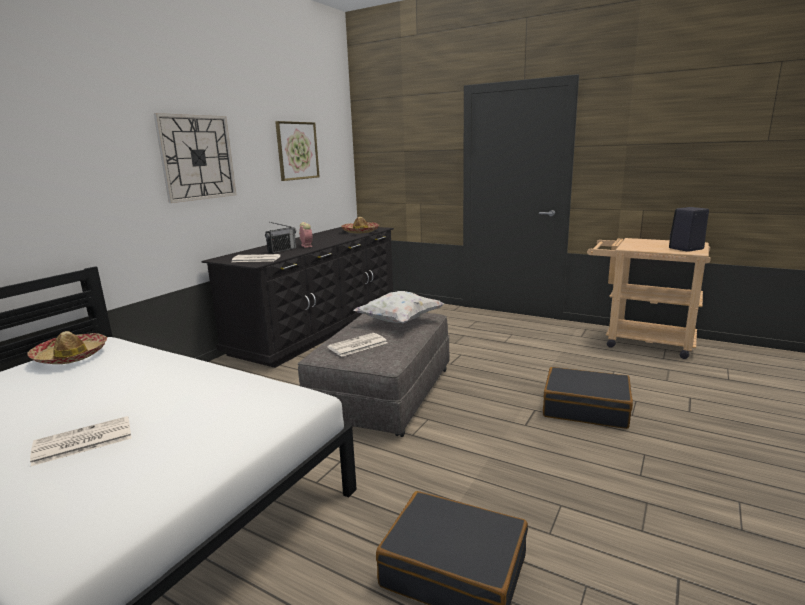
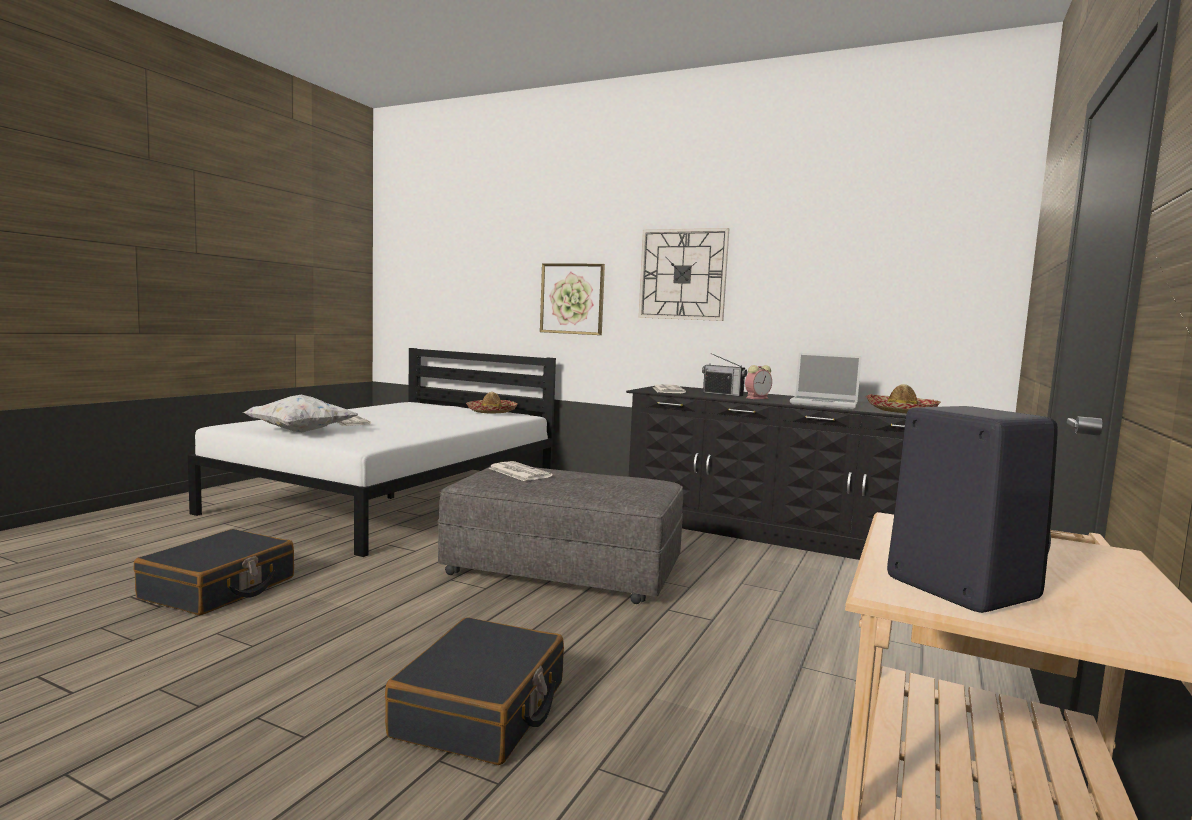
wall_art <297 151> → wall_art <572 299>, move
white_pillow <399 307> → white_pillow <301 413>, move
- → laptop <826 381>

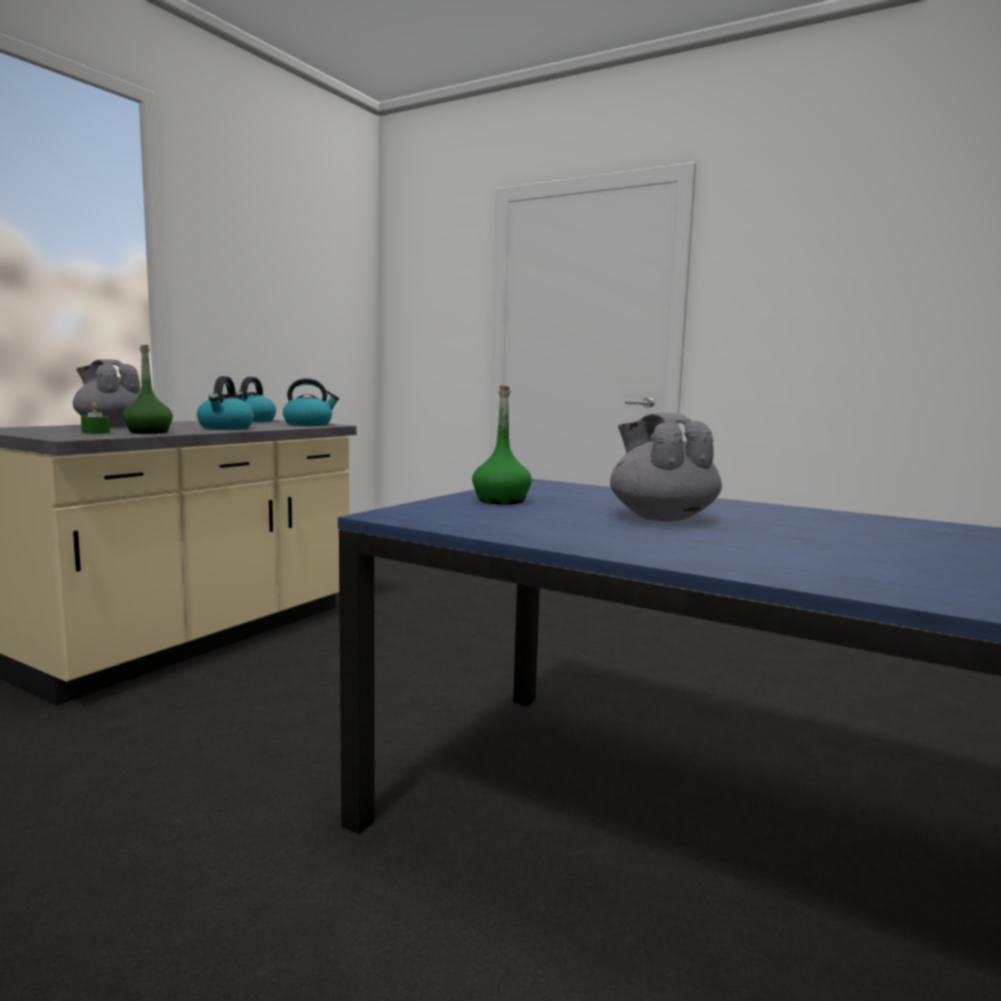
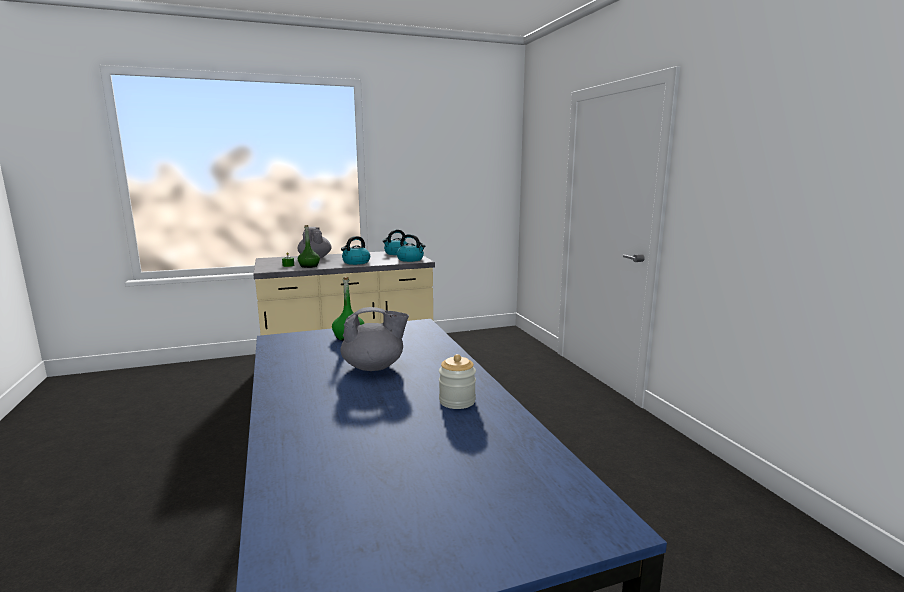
gray_pot_for_tea <666 467> → gray_pot_for_tea <375 339>, 60 degrees clockwise
- → storage_jar <457 381>

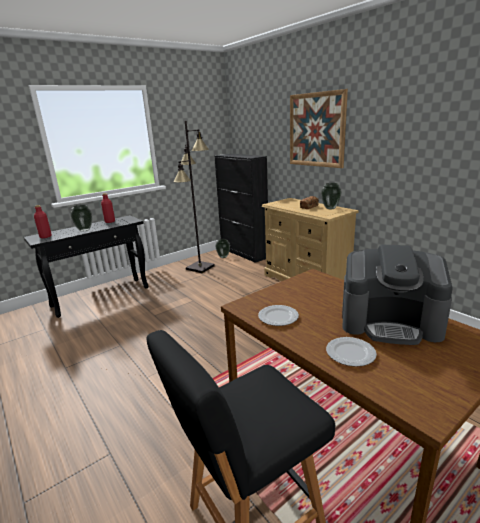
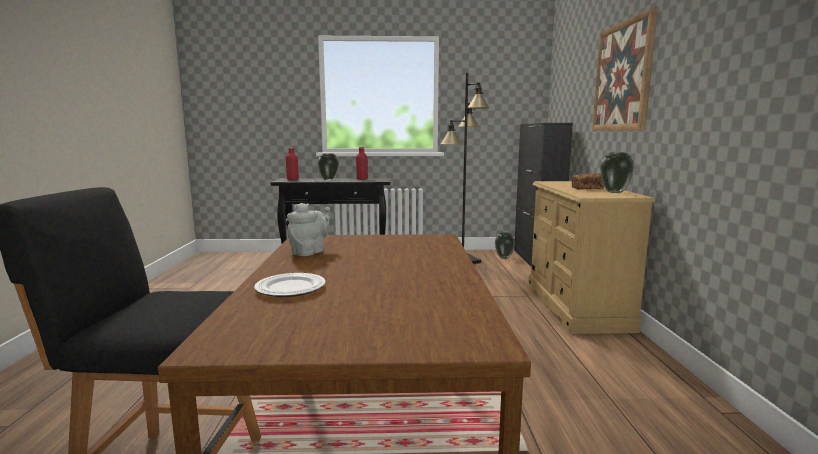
coffee_brewer <397 295> → -
flat_dish <278 315> → gray_pot_for_tea <308 229>

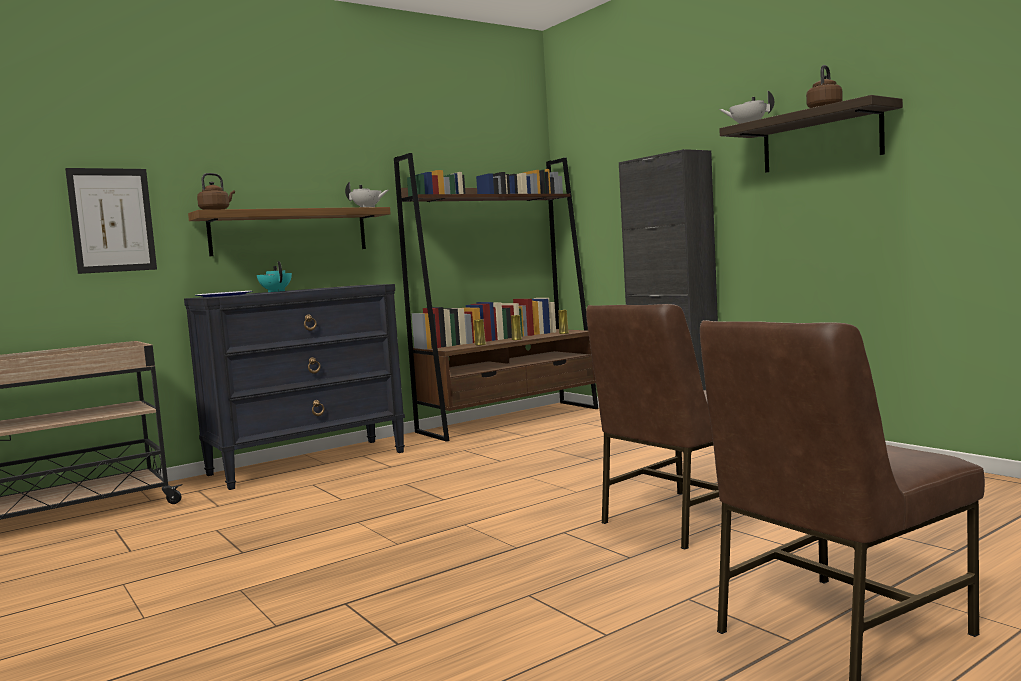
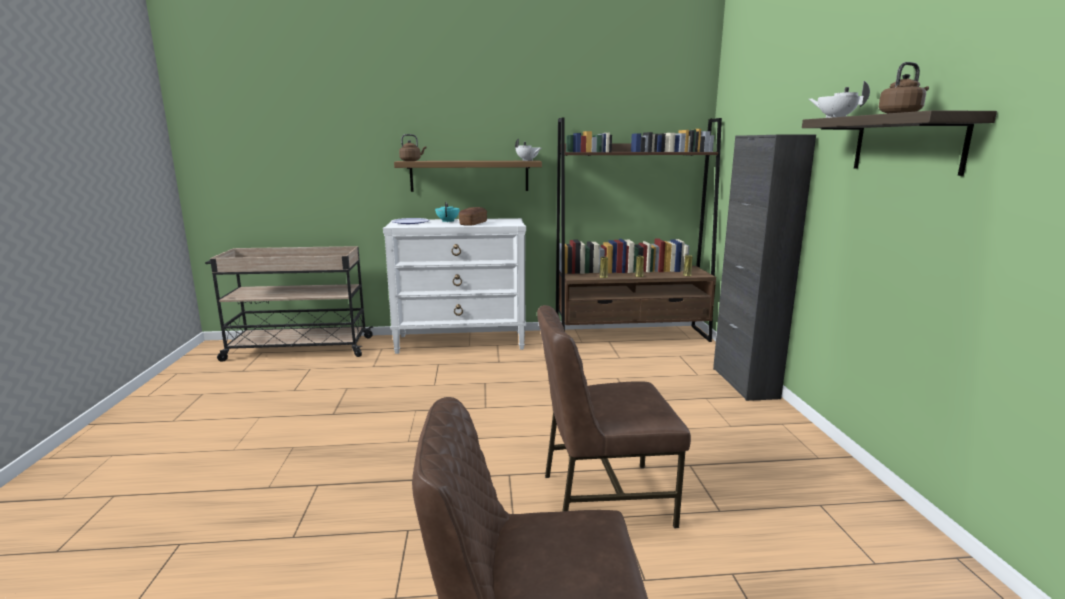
wall_art <111 221> → -
blackish_chest_of_drawers <294 387> → white_chest_of_drawers <454 286>
- → bread <473 216>

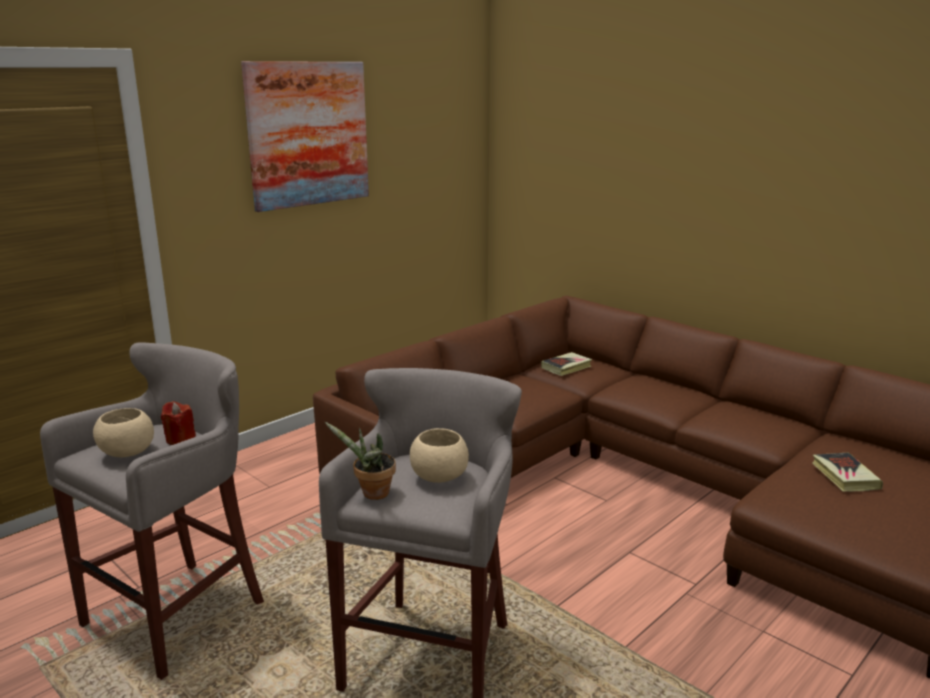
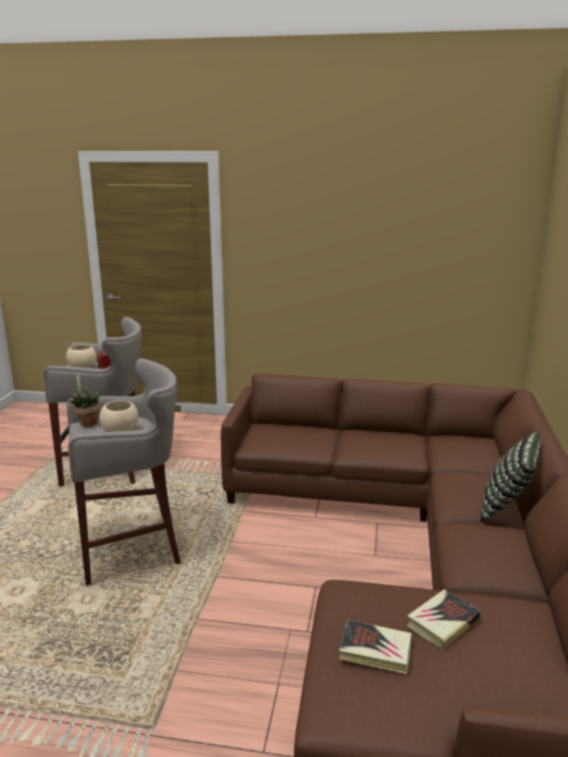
wall_art <305 136> → -
bound_book <566 364> → bound_book <375 646>, move
- → pillow <510 477>

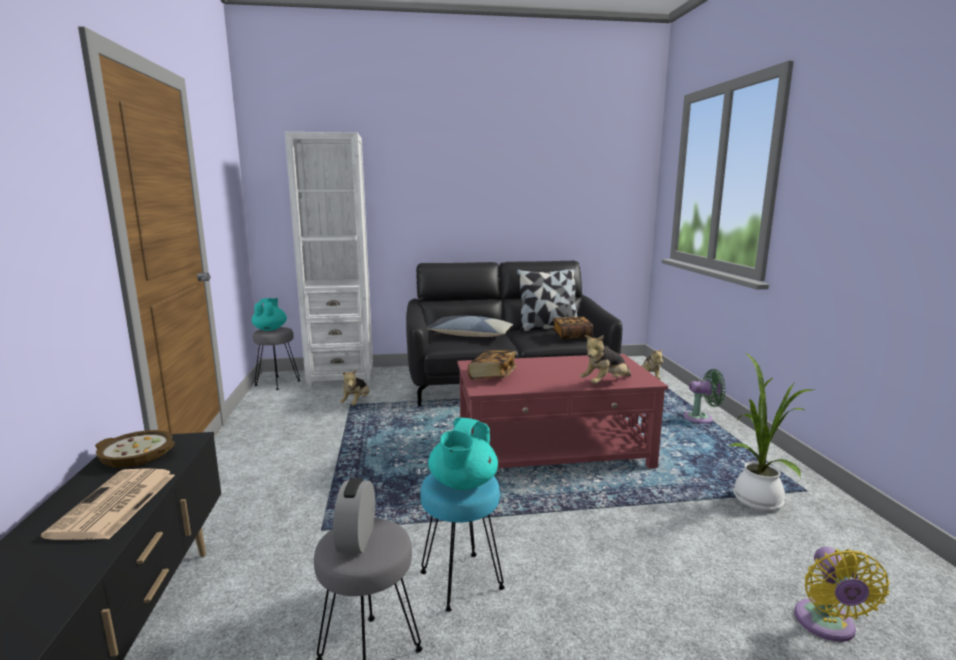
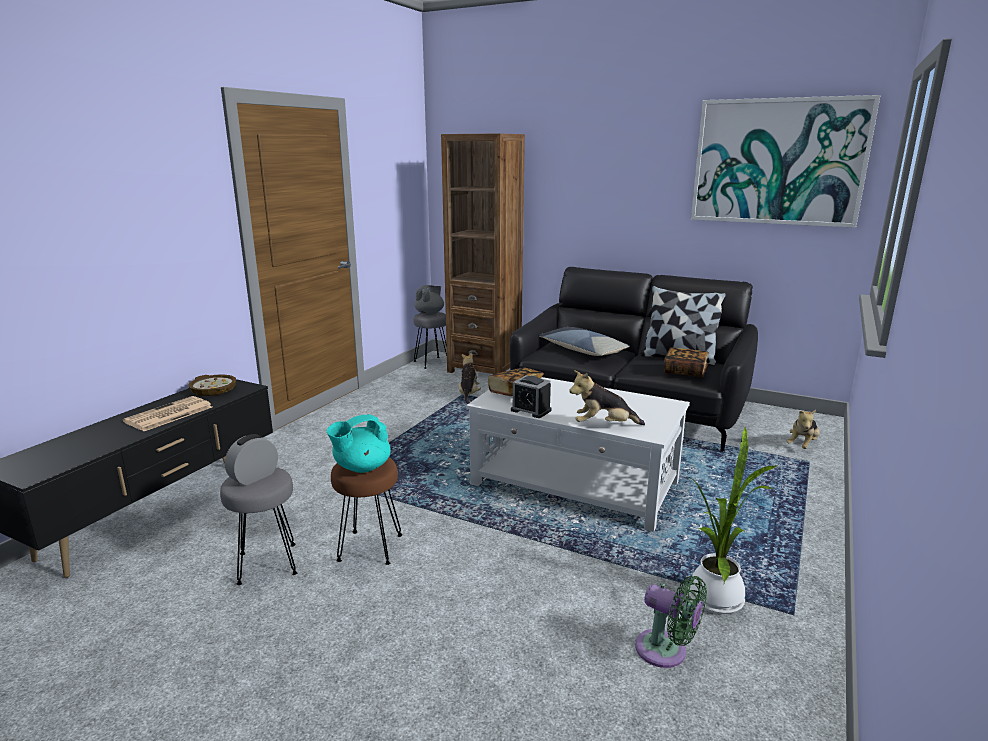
white_bookcase <329 260> → brown-coloured_bookcase <483 254>
blue-green_pot_for_tea <269 314> → gray_pot_for_tea <429 300>
red-coloured_coffee_table <562 411> → white_coffee_table <578 454>
cuddly_toy <354 387> → cuddly_toy <469 378>, 135 degrees clockwise
green_cooling_fan <704 396> → green_cooling_fan <671 622>, move
blue-green_stool <462 542> → brown-coloured_stool <366 511>
yellow-coloured_cooling_fan <841 594> → -
- → wall_art <785 161>
- → bedside_clock <531 396>

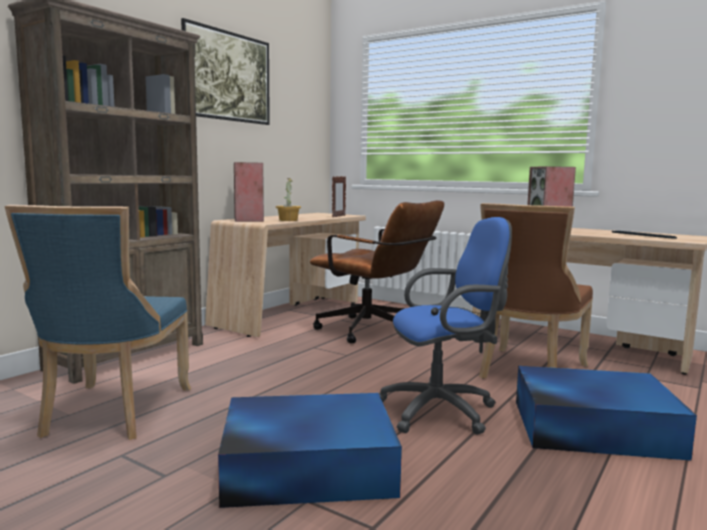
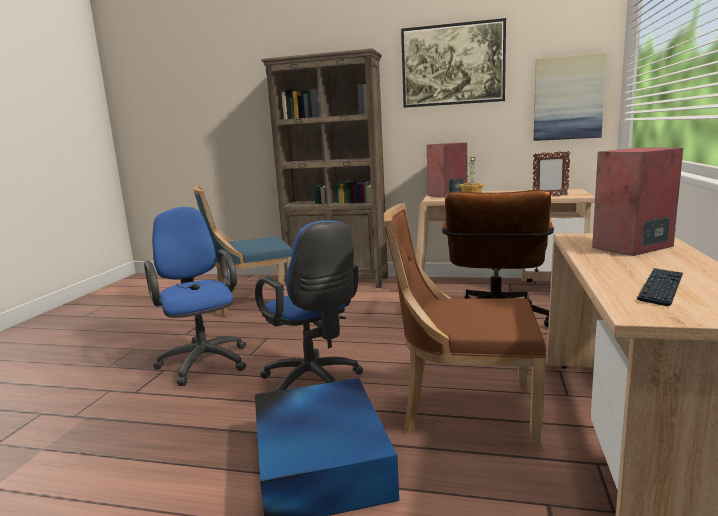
blue_storage_box <310 450> → blue_computer_chair <195 296>
- → wall_art <570 97>

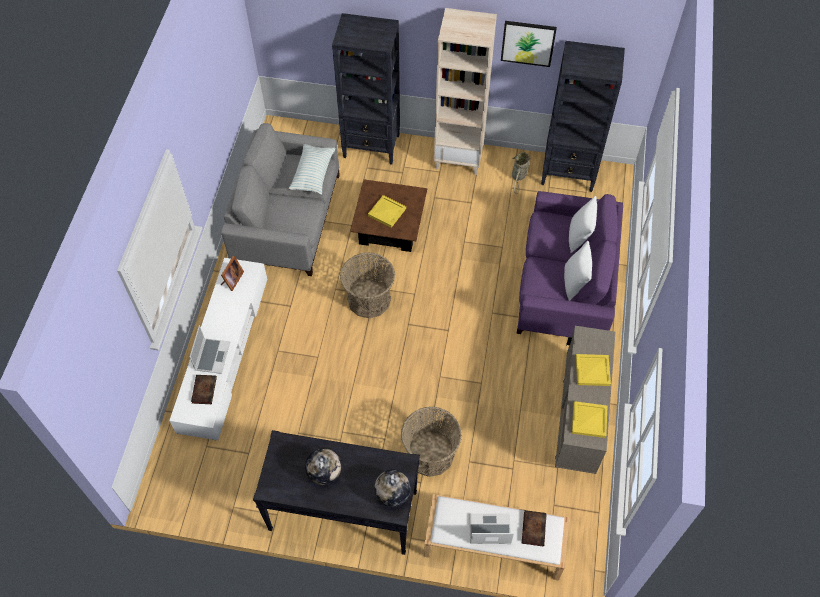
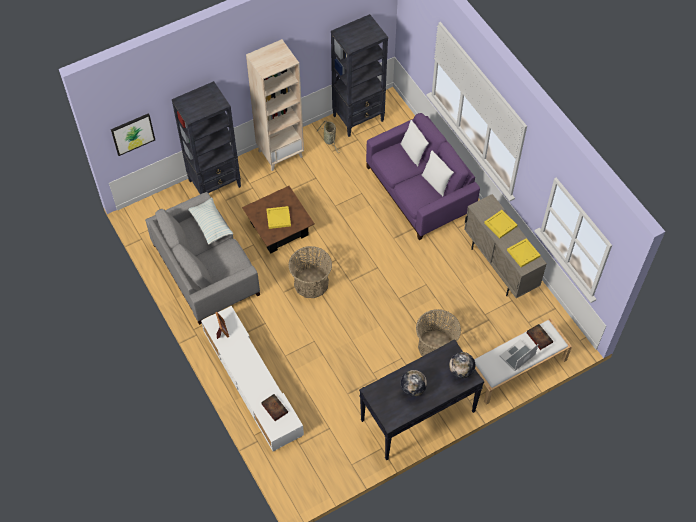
wall_art <529 44> → wall_art <133 134>, move
laptop <210 349> → -

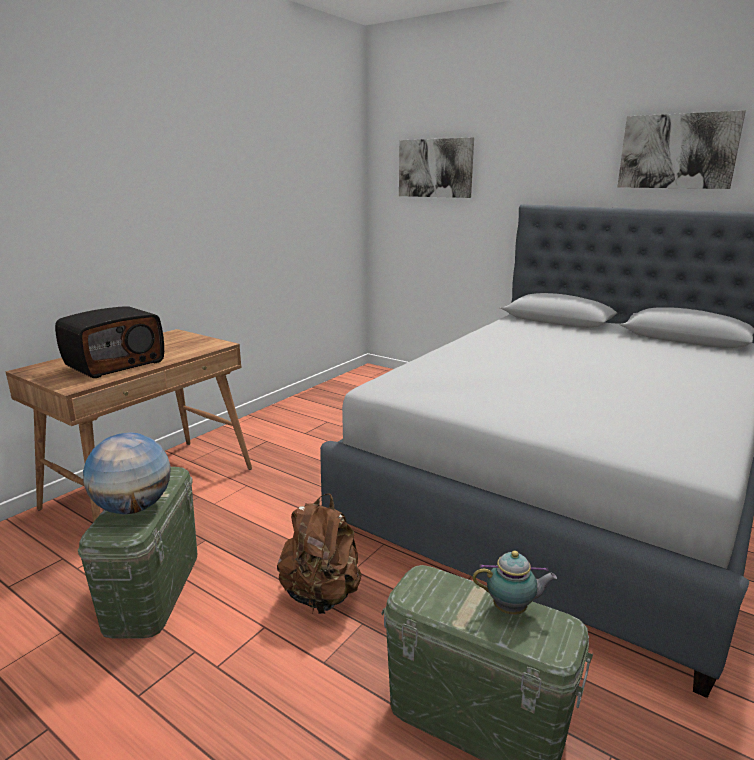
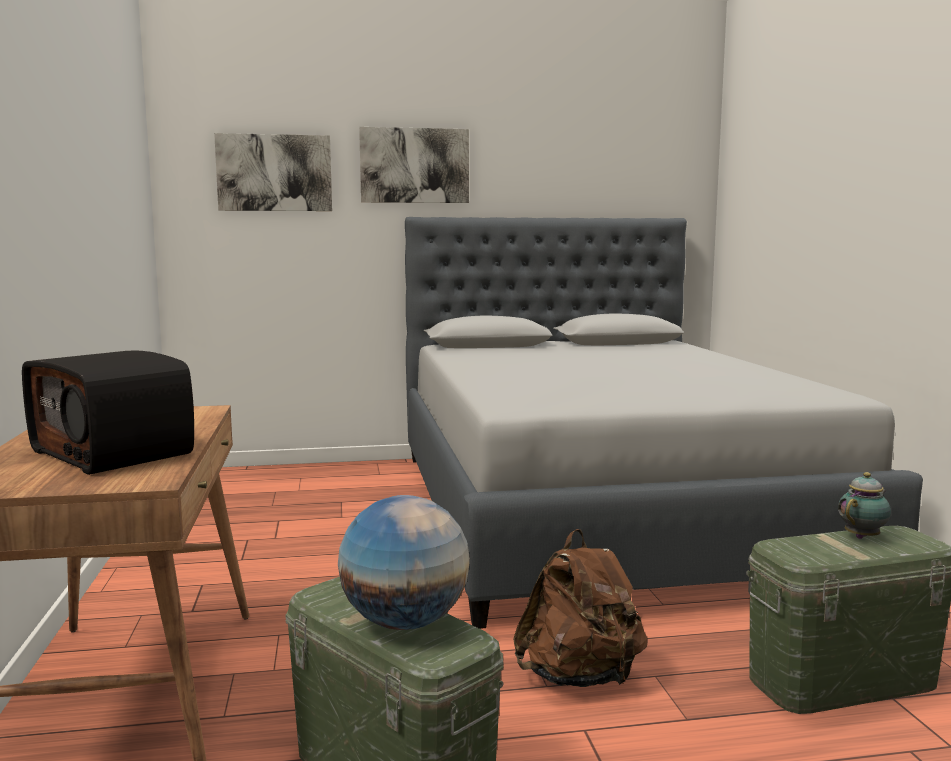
wall_art <681 149> → wall_art <414 165>, move
radio_set <109 342> → radio_set <108 412>, 135 degrees clockwise

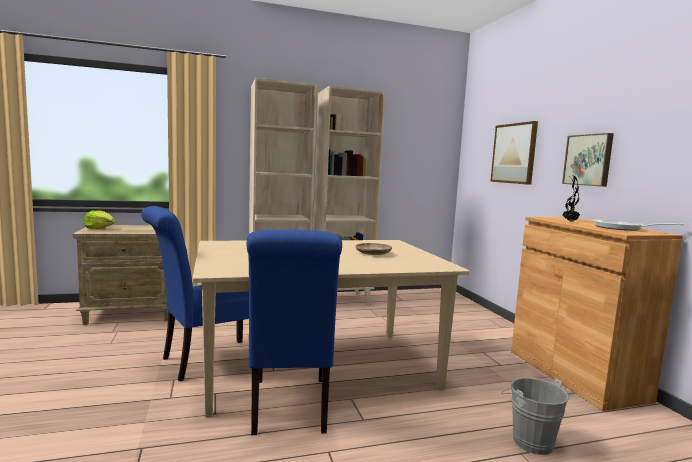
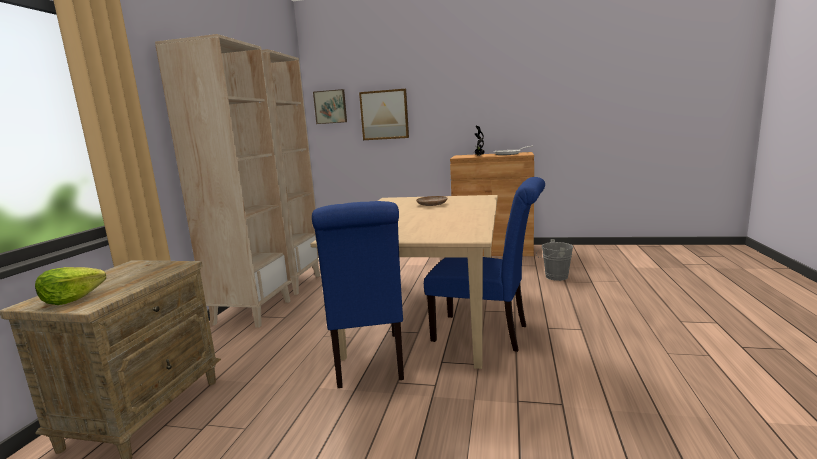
wall_art <588 160> → wall_art <330 106>, move

